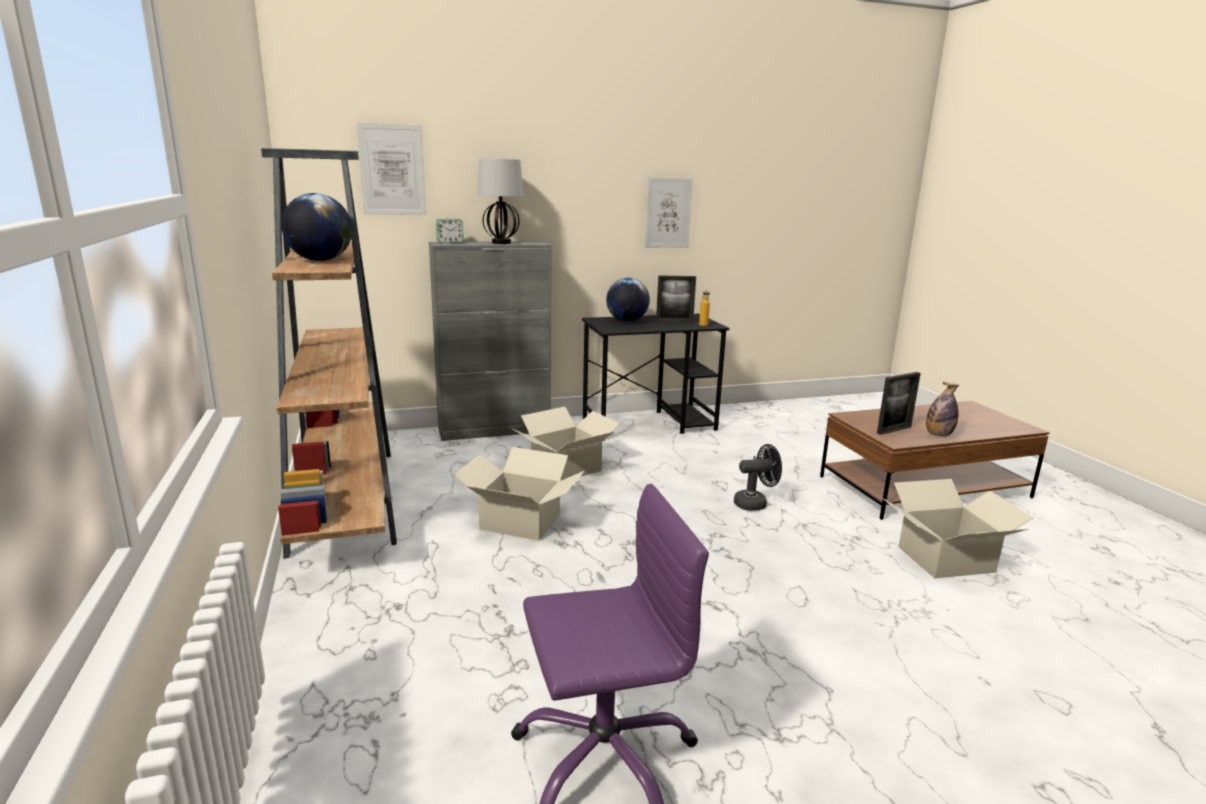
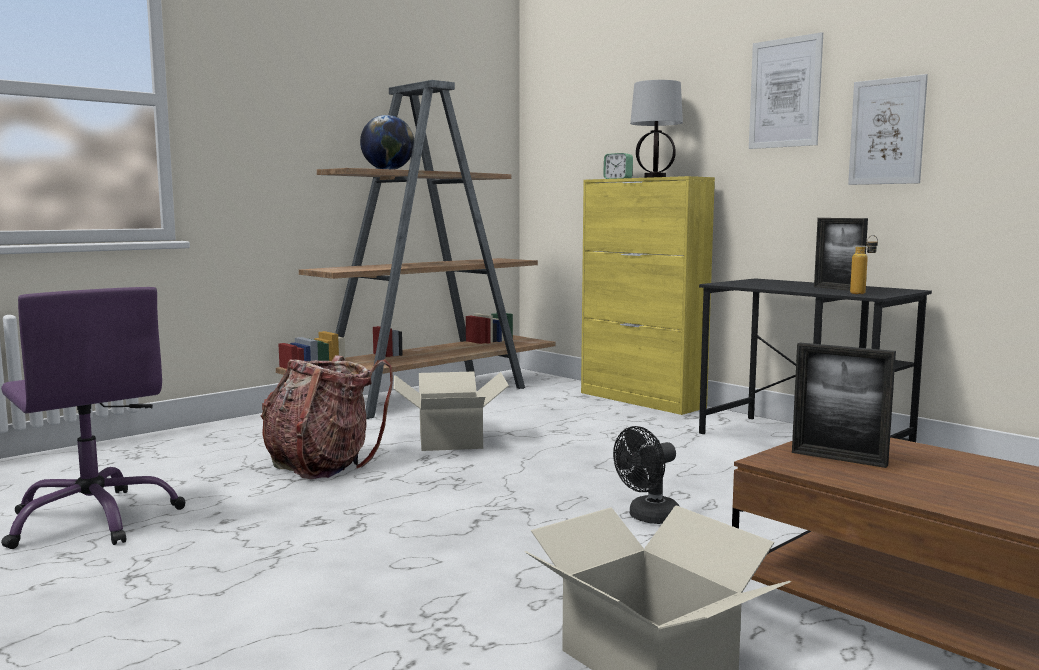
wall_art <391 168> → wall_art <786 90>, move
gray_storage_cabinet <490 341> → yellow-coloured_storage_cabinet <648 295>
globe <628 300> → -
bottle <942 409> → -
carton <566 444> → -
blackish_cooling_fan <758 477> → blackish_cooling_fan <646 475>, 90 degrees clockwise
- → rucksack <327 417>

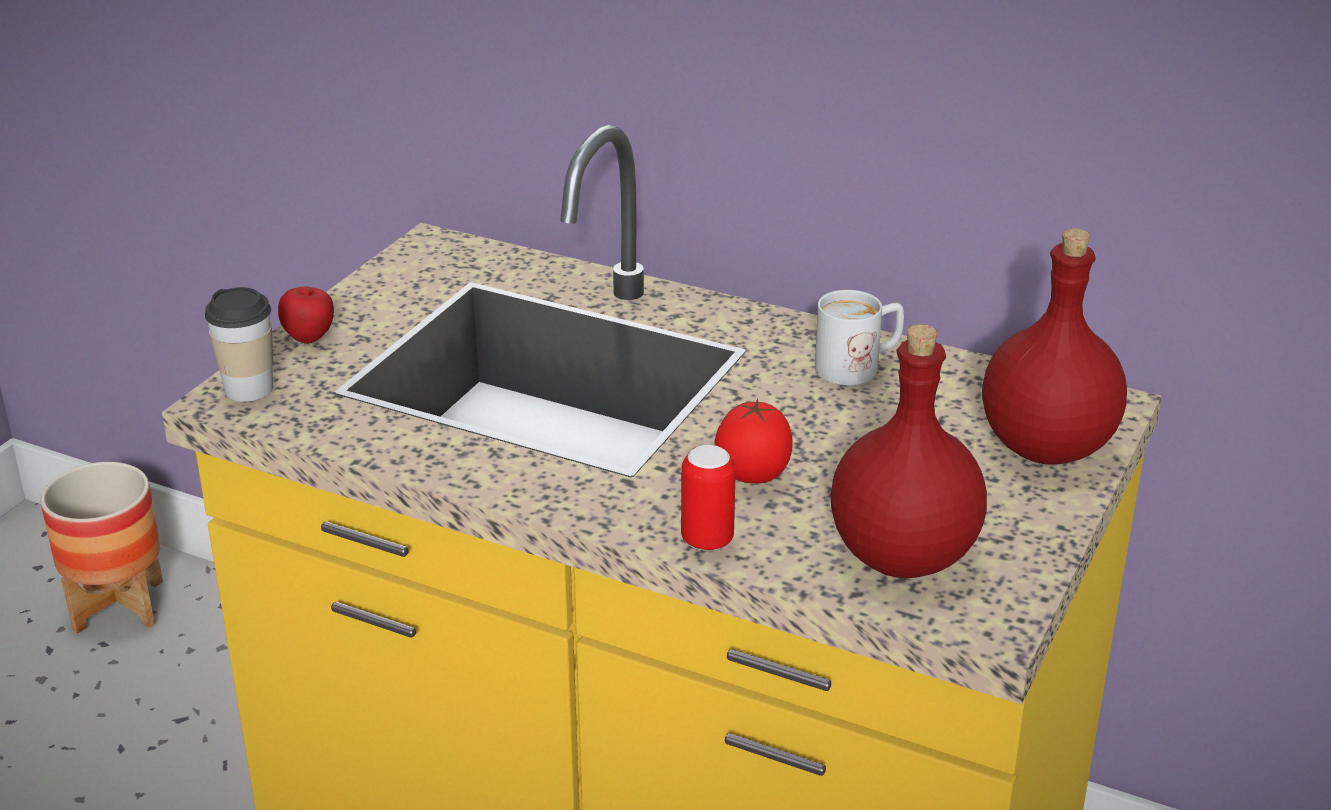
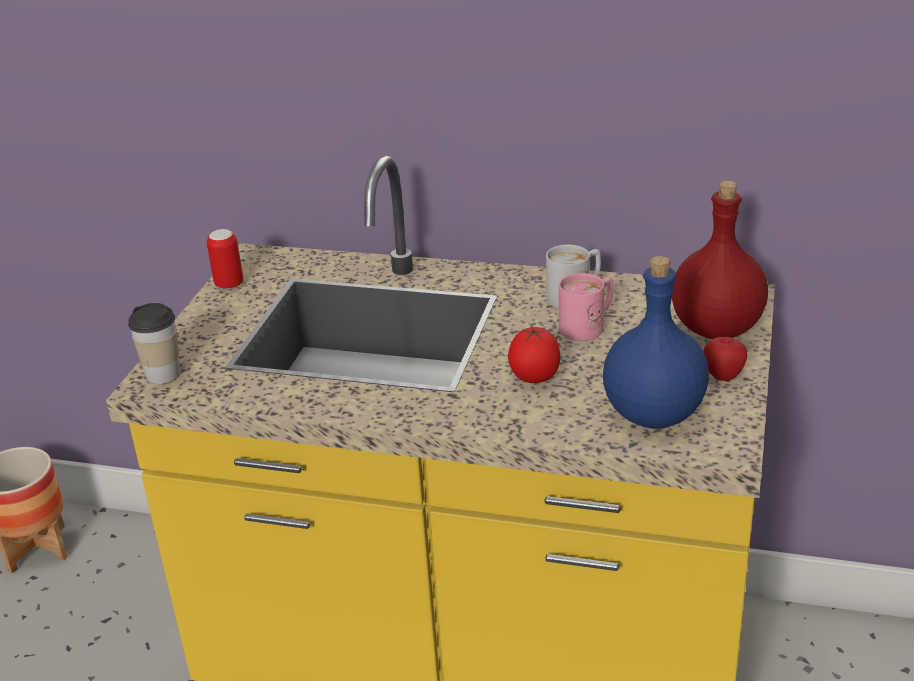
whole_apple <306 315> → whole_apple <725 359>, move
red-coloured_bottle <909 451> → blue_bottle <656 342>
can <708 498> → can <225 259>, move
- → pink-coloured_coffee_mug <586 307>

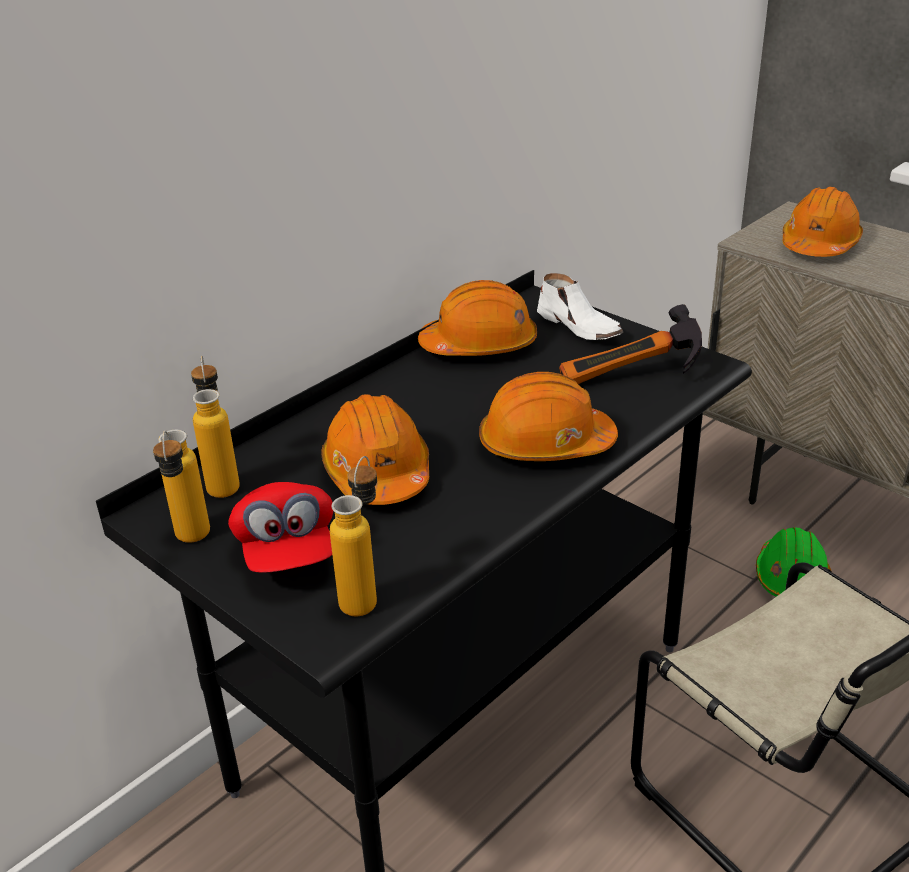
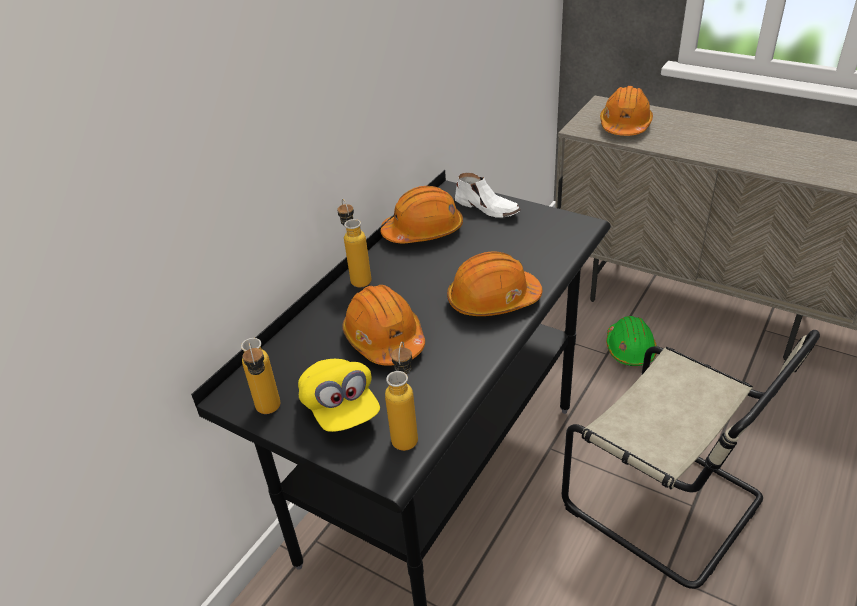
hand_hammer <630 344> → -
bottle <215 427> → bottle <354 243>, move
red-coloured_baseball_cap <280 527> → yellow-coloured_baseball_cap <339 395>

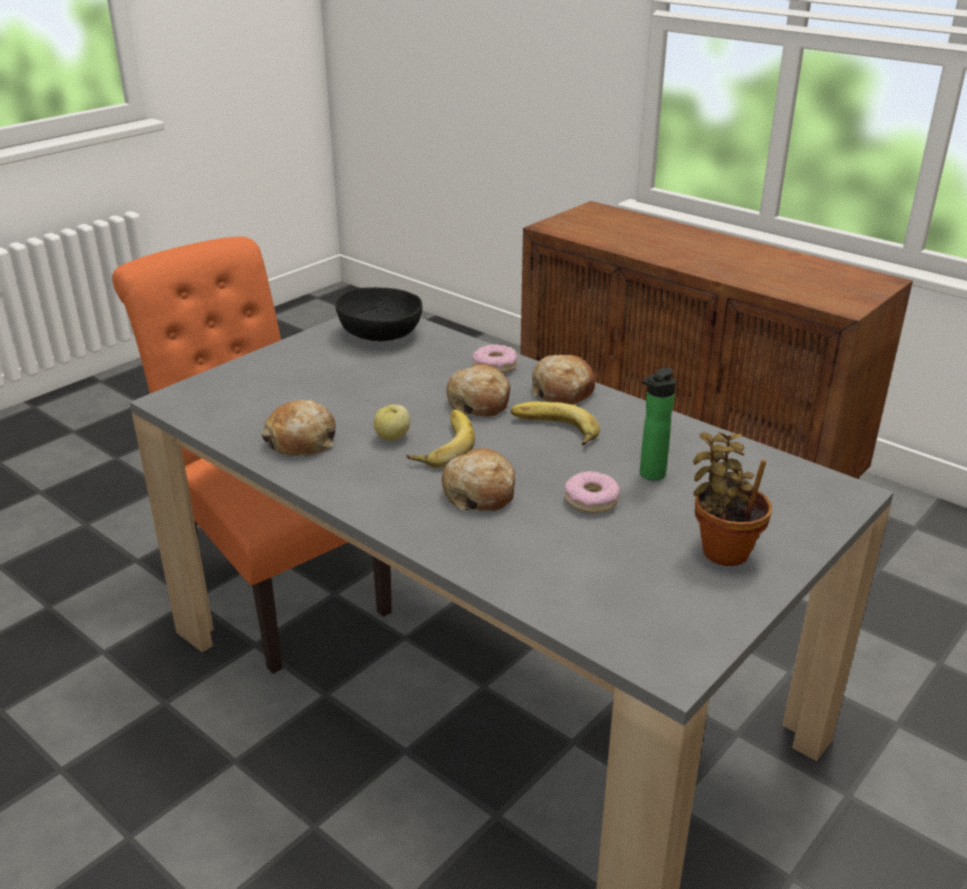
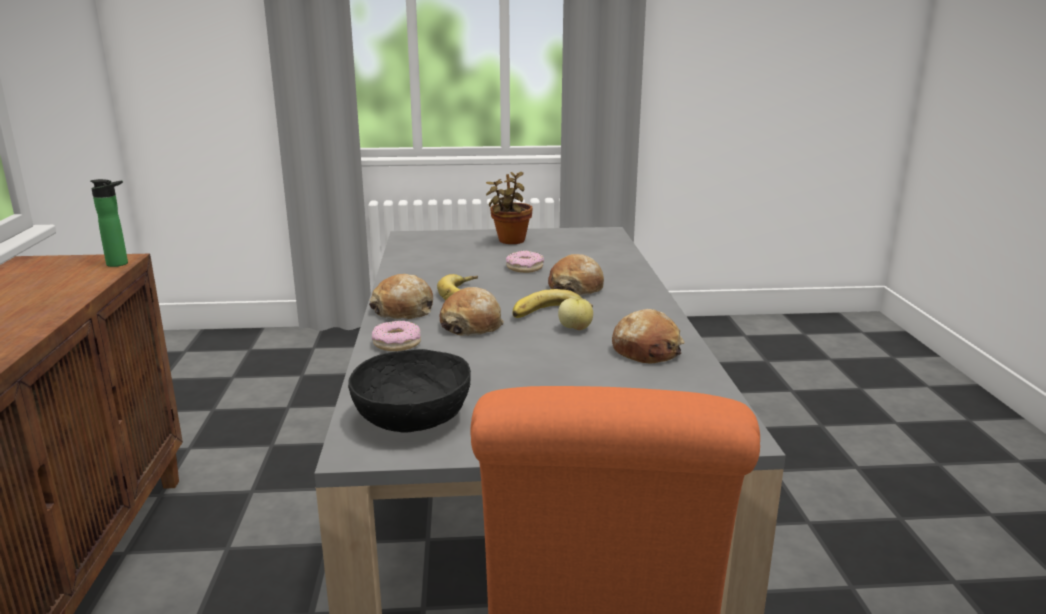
bottle <658 423> → bottle <109 223>, move

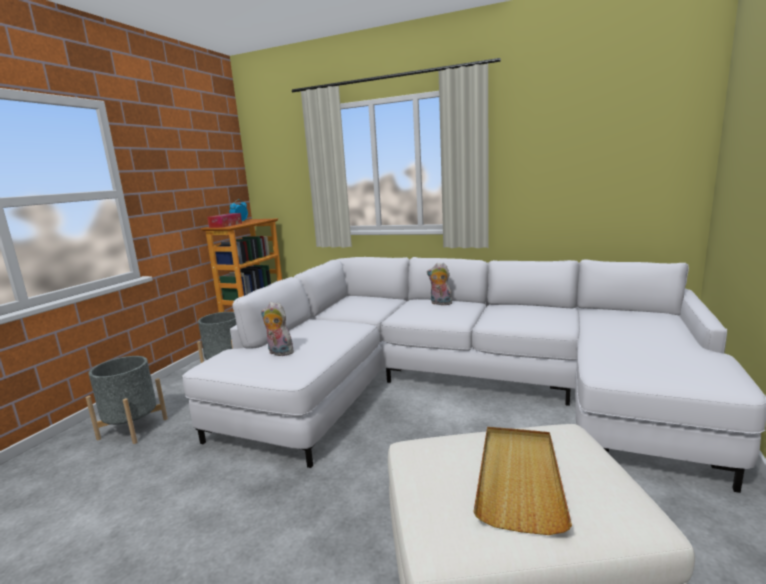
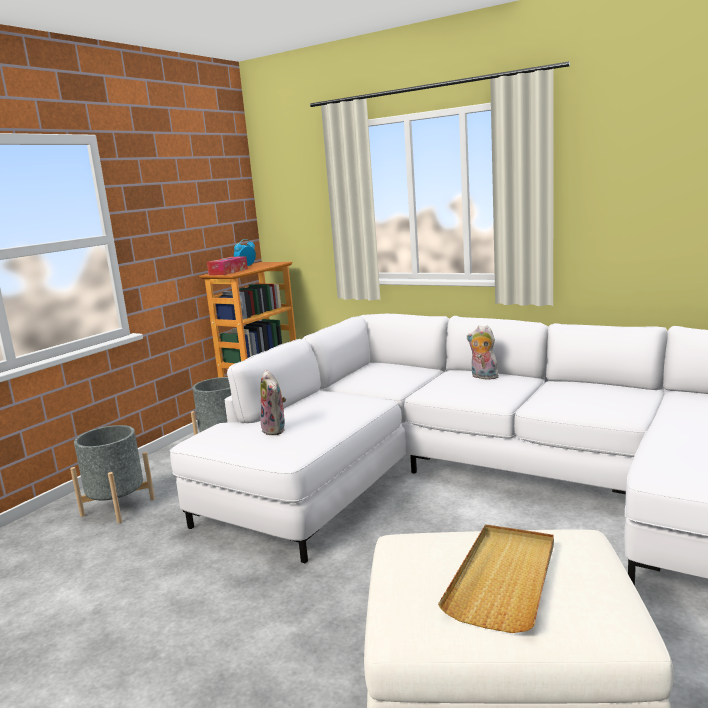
cuddly_toy <277 329> → cuddly_toy <273 402>, 150 degrees counterclockwise

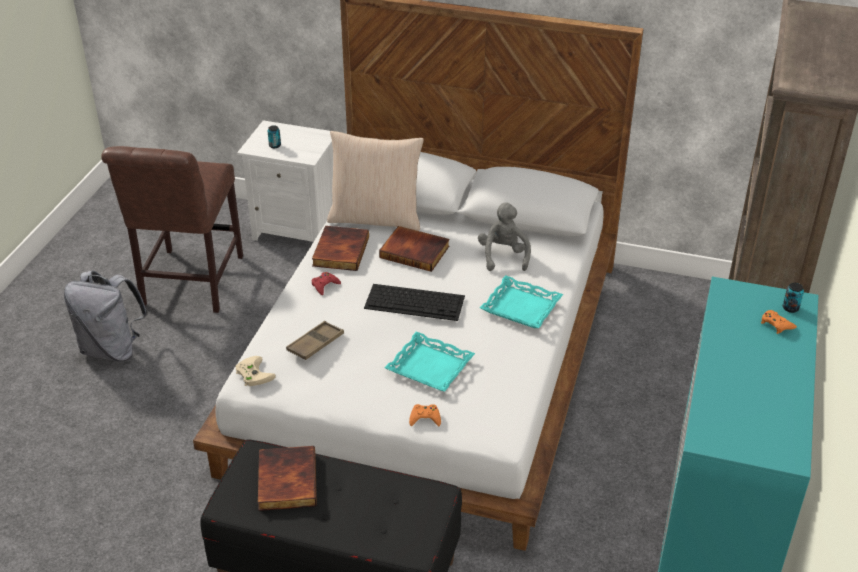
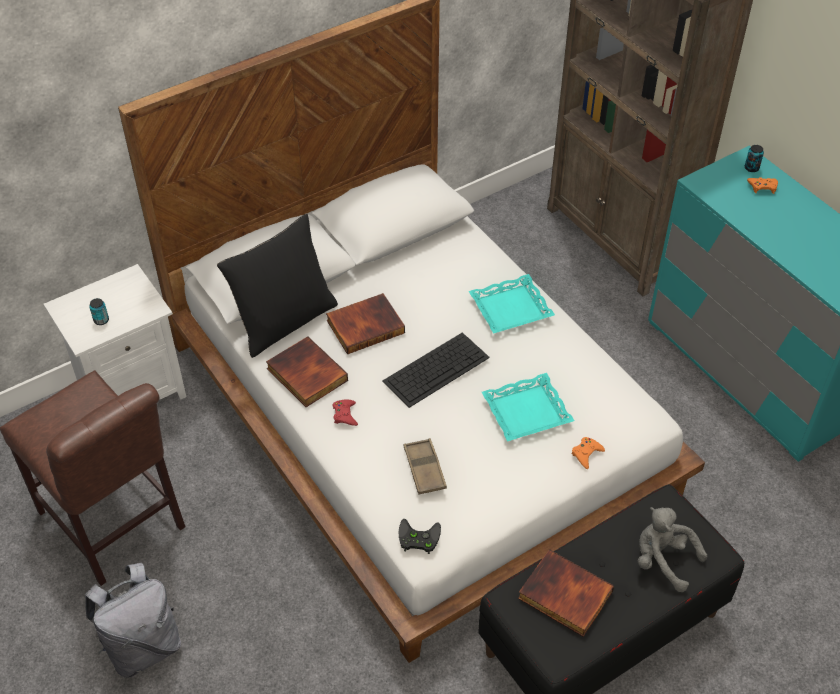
beige_pillow <375 181> → blackish_pillow <277 285>
gray_cuddly_toy <504 236> → gray_cuddly_toy <672 549>, move
beige_joypad <256 371> → blackish_joypad <420 536>

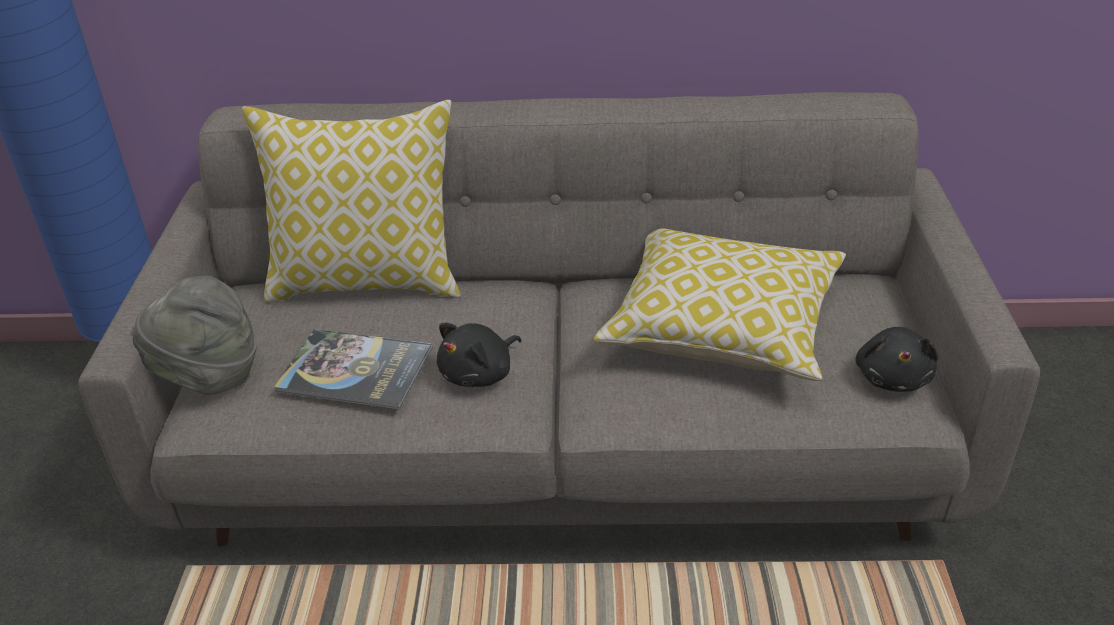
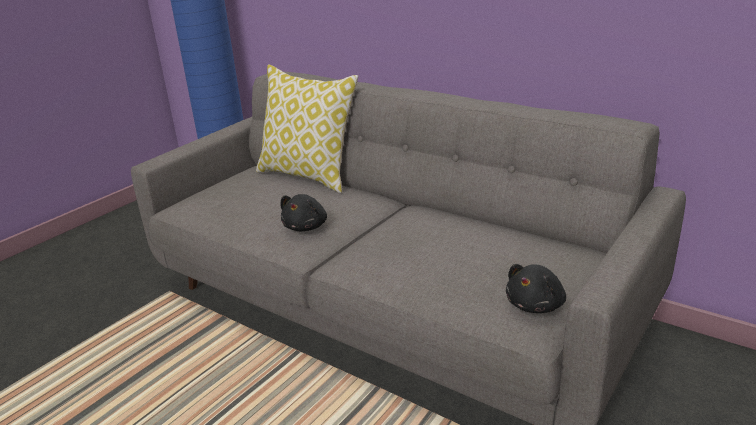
pillow <720 304> → -
gray_hat <195 335> → -
blackish_cuddly_toy <479 355> → blackish_cuddly_toy <303 212>, 60 degrees counterclockwise
bound_book <353 369> → -

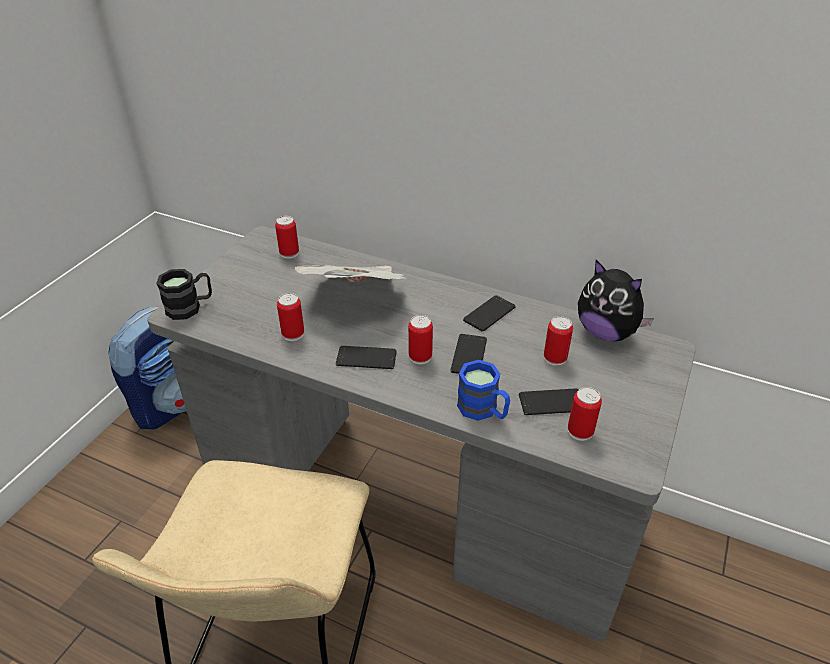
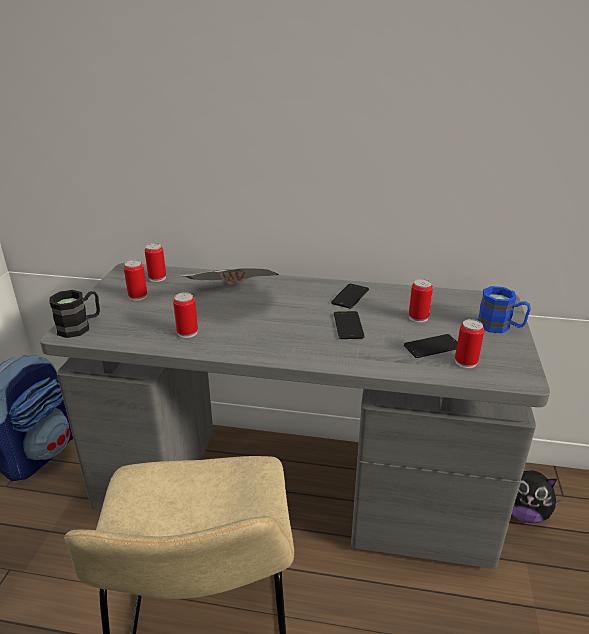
cuddly_toy <616 301> → cuddly_toy <536 496>, move
can <420 340> → can <135 280>, move
handset <366 357> → -
blue_coffee_mug <483 390> → blue_coffee_mug <504 309>, move

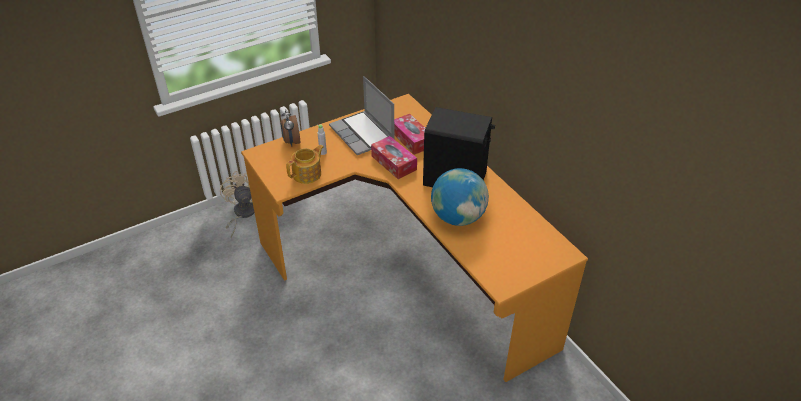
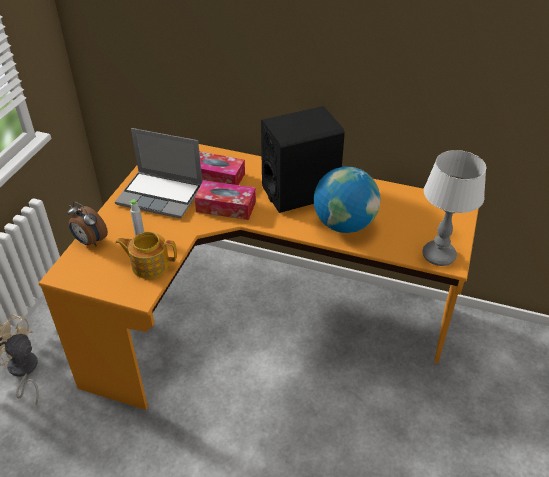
pot_for_tea <305 164> → pot_for_tea <146 255>, 90 degrees counterclockwise
- → tabletop_lamp <454 208>

